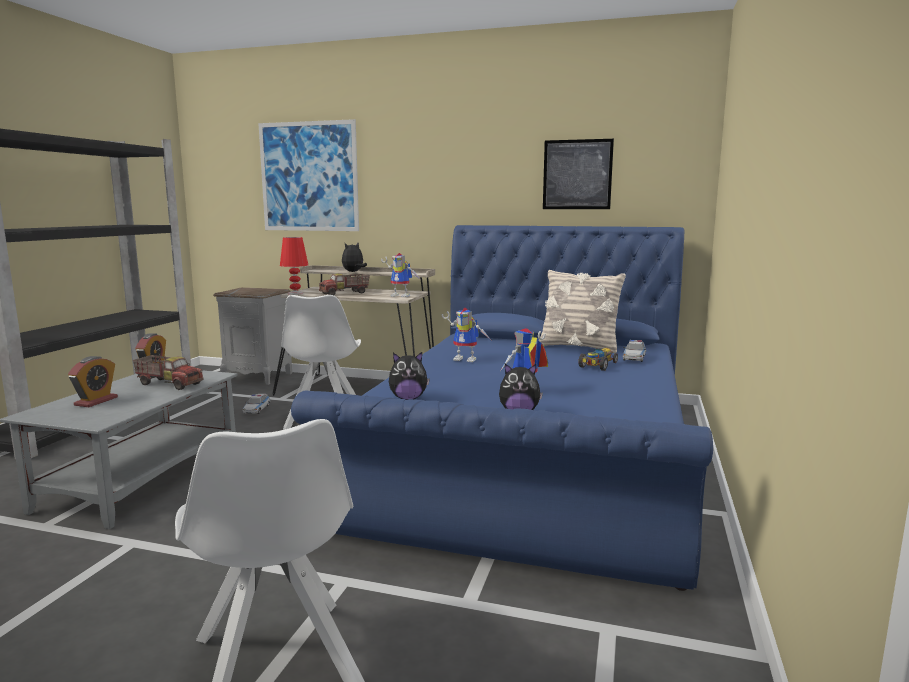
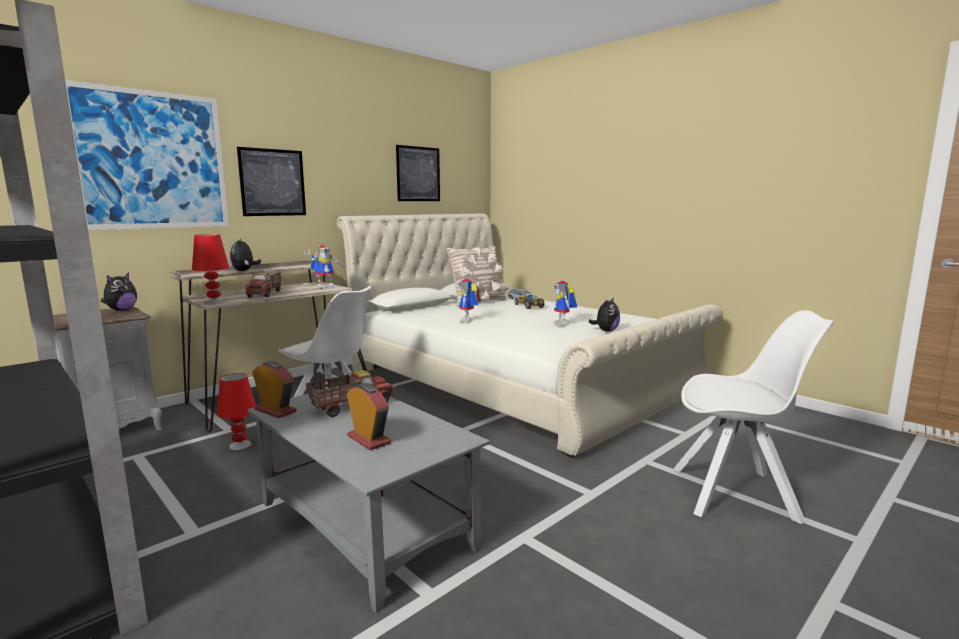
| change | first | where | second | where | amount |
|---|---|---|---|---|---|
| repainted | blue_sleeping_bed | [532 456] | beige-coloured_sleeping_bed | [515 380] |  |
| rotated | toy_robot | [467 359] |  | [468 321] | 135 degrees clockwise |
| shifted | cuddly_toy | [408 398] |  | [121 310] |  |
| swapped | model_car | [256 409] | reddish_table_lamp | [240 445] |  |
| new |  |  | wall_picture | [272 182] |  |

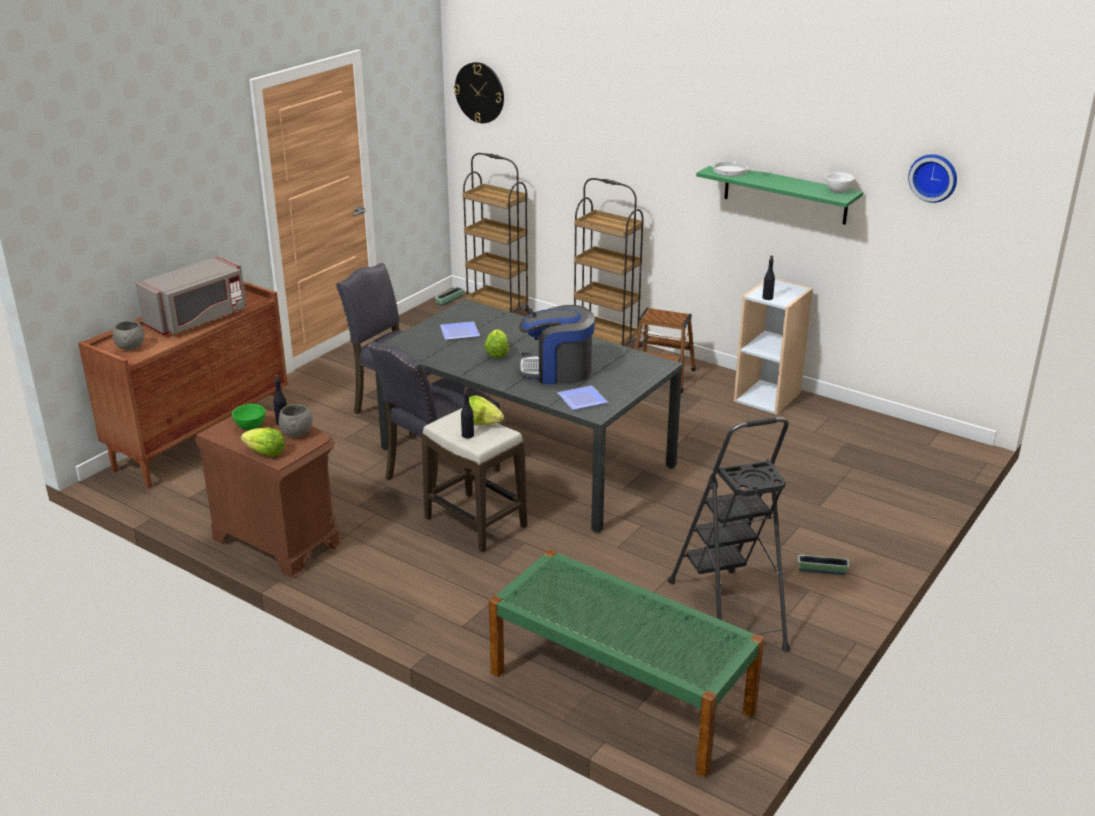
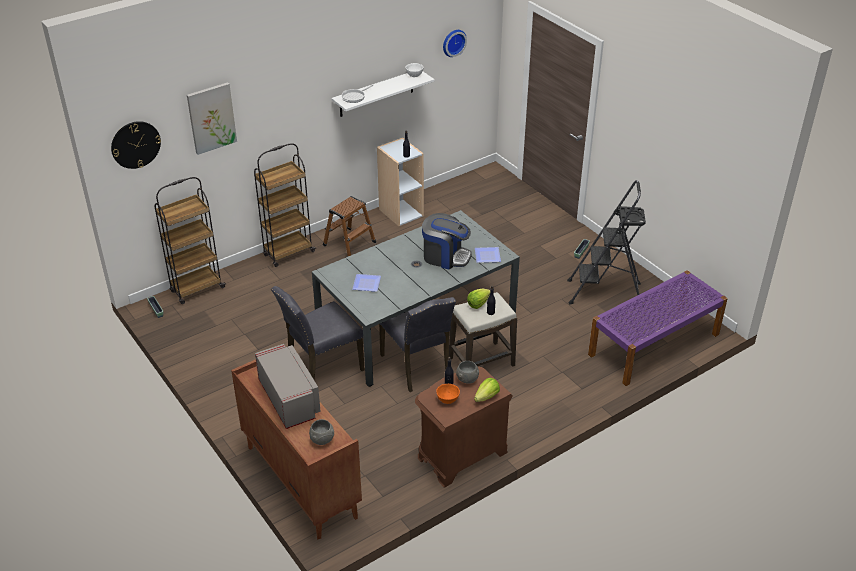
| change | first | where | second | where | amount |
|---|---|---|---|---|---|
| repainted | green_bracket_shelf | [785 193] | white-coloured_bracket_shelf | [376 93] |  |
| rotated | coffee_machine | [557 371] |  | [445 256] | 90 degrees counterclockwise |
| gone | head_of_lettuce | [497 353] |  |  |  |
| repainted | green_deep_dish | [250 427] | orange-coloured_deep_dish | [447 400] |  |
| repainted | green_long_seat | [619 693] | purplish_long_seat | [654 345] |  |
| new |  |  | wall_picture | [211 118] |  |

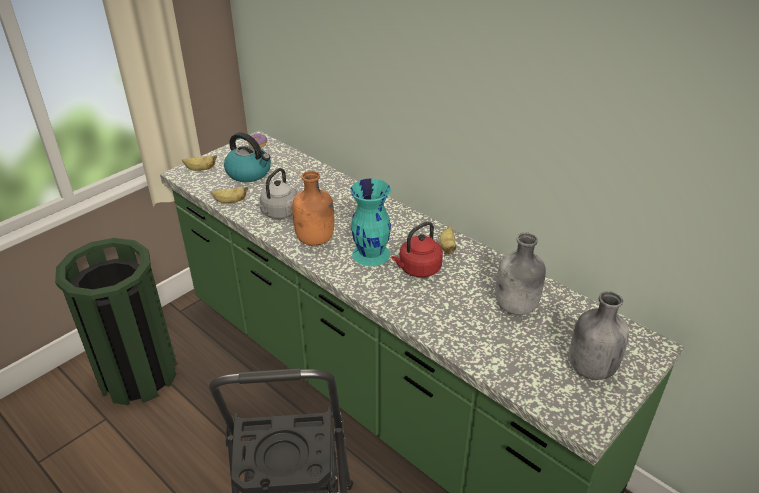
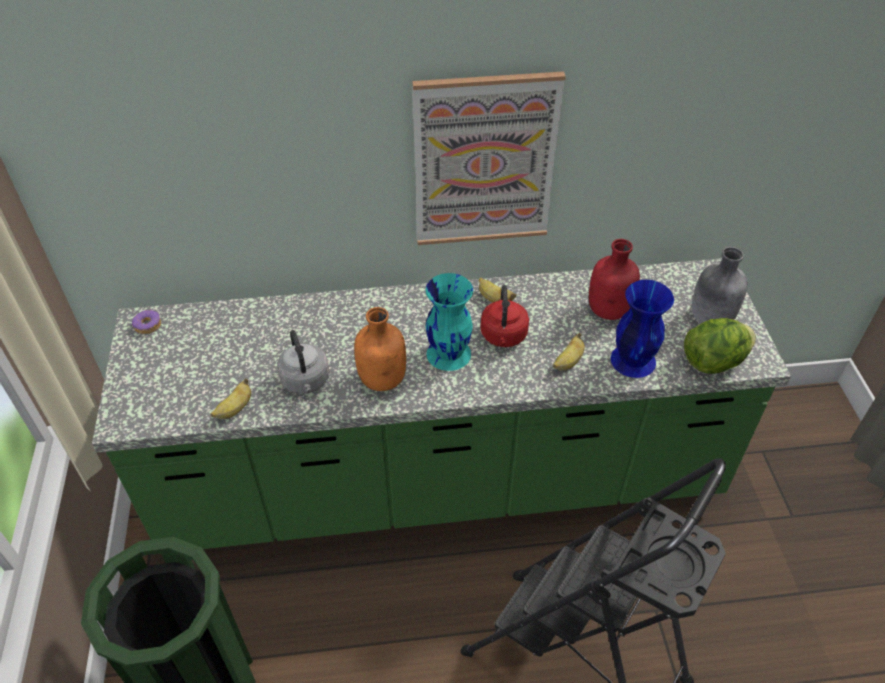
| change | first | where | second | where | amount |
|---|---|---|---|---|---|
| gone | tea_kettle | [249 173] |  |  |  |
| shifted | banana | [200 169] |  | [568 362] |  |
| repainted | grey_bottle | [516 307] | reddish_bottle | [609 310] |  |
| new |  |  | wall_picture | [484 162] |  |
| new |  |  | blue_decorative_vase | [632 360] |  |
| new |  |  | head_of_lettuce | [713 361] |  |

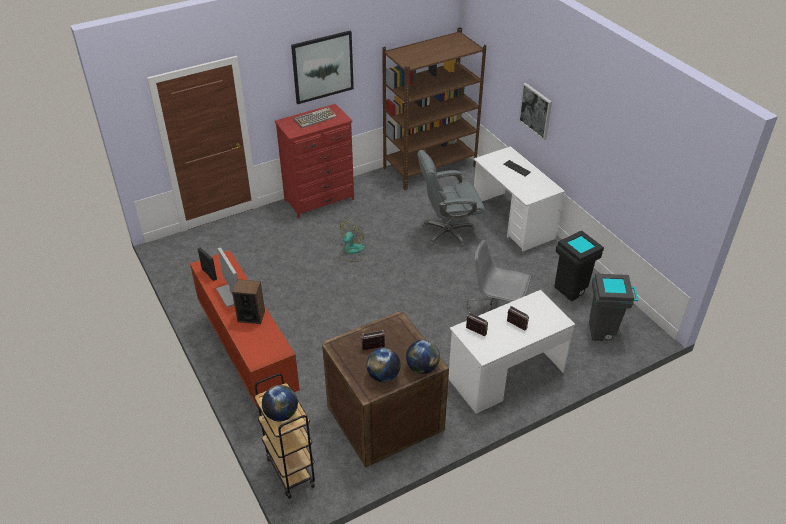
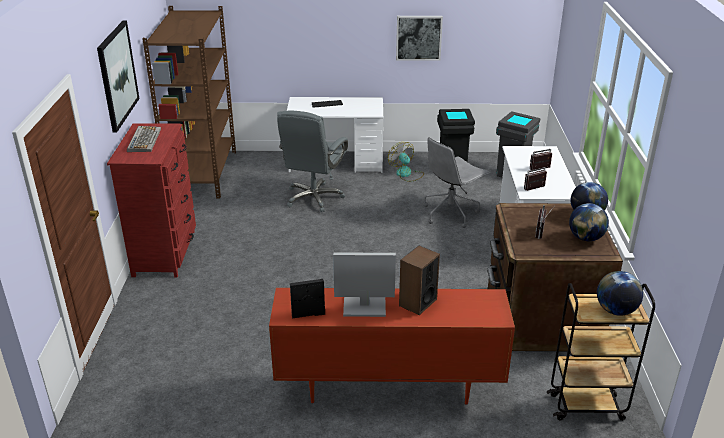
| change | first | where | second | where | amount |
|---|---|---|---|---|---|
| shifted | wall_picture | [536 111] |  | [418 37] |  |
| shifted | cooling_fan | [351 251] |  | [406 174] |  |

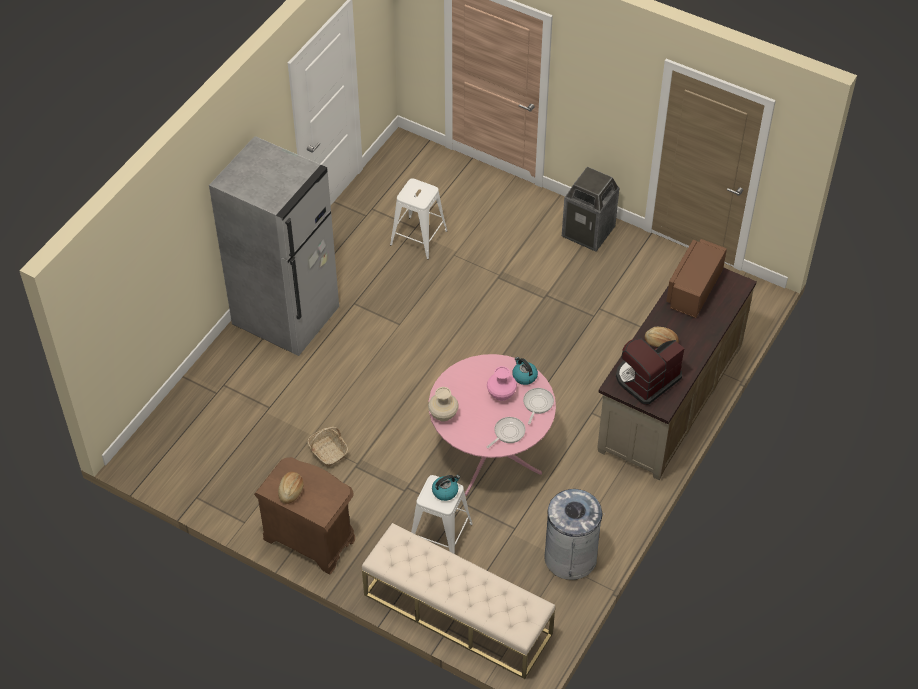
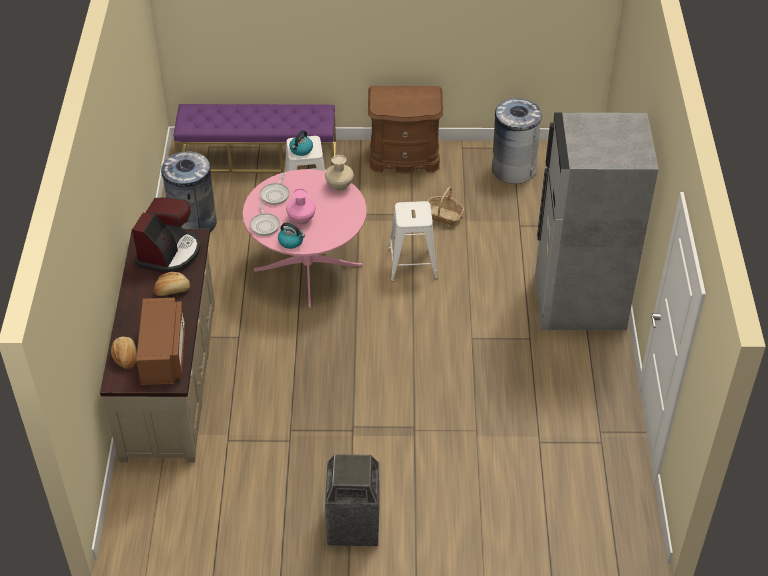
| change | first | where | second | where | amount |
|---|---|---|---|---|---|
| shifted | white-coloured_stool_seat | [418 238] |  | [412 263] |  |
| shifted | baked_bread | [291 491] |  | [126 357] |  |
| repainted | beige-coloured_long_seat | [457 614] | purplish_long_seat | [258 157] |  |
| new |  |  | grey_rubbish_bin | [513 169] |  |

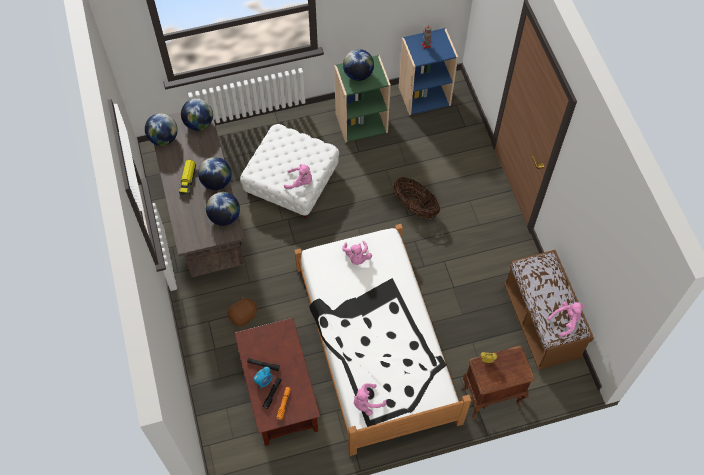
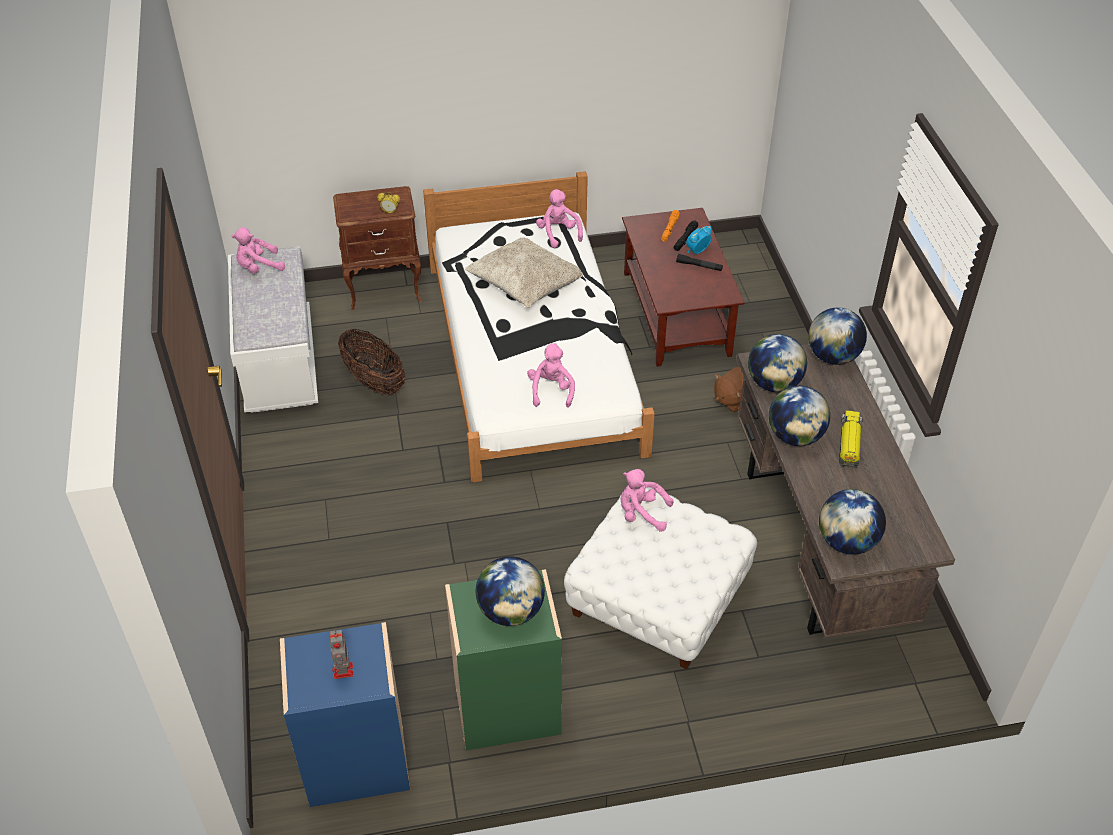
| change | first | where | second | where | amount |
|---|---|---|---|---|---|
| shifted | world_globe | [163 138] |  | [833 356] |  |
| shifted | household_basket | [415 207] |  | [374 381] |  |
| repainted | brown-coloured_long_seat | [541 322] | white-coloured_long_seat | [279 363] |  |
| rotated | pink-coloured_cuddly_toy | [367 403] |  | [558 233] | 90 degrees counterclockwise |
| new |  |  | beige-coloured_cushion | [525 283] |  |

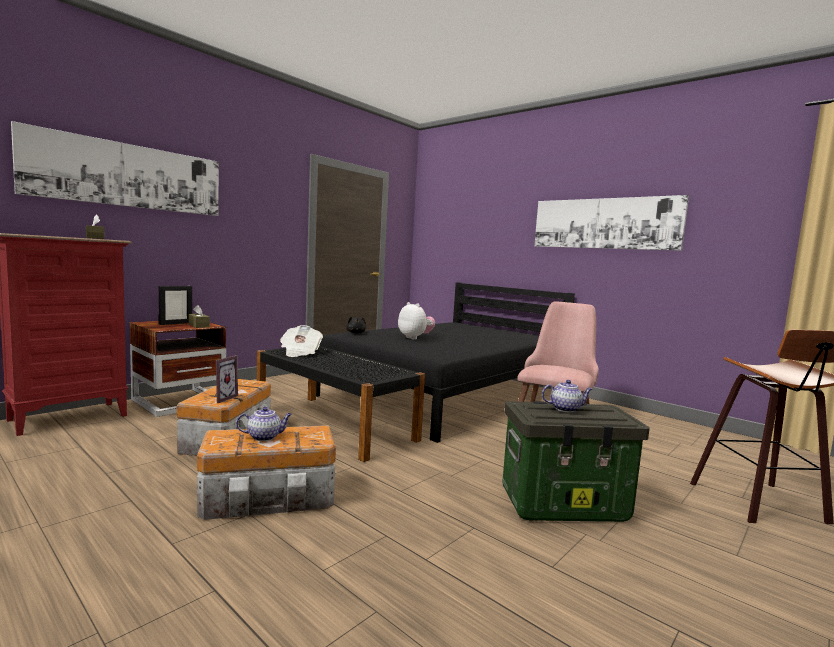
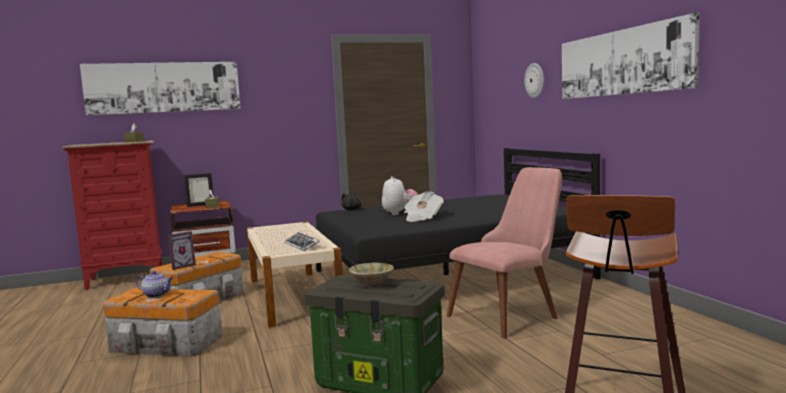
| change | first | where | second | where | amount |
|---|---|---|---|---|---|
| shifted | newspaper | [300 352] |  | [422 218] |  |
| repainted | black-coloured_long_seat | [334 424] | beige-coloured_long_seat | [293 296] |  |
| swapped | pot_for_tea | [565 409] | beige-coloured_deep_dish | [372 283] |  |
| new |  |  | hanging_clock | [535 80] |  |
| new |  |  | PC_keyboard | [302 245] |  |

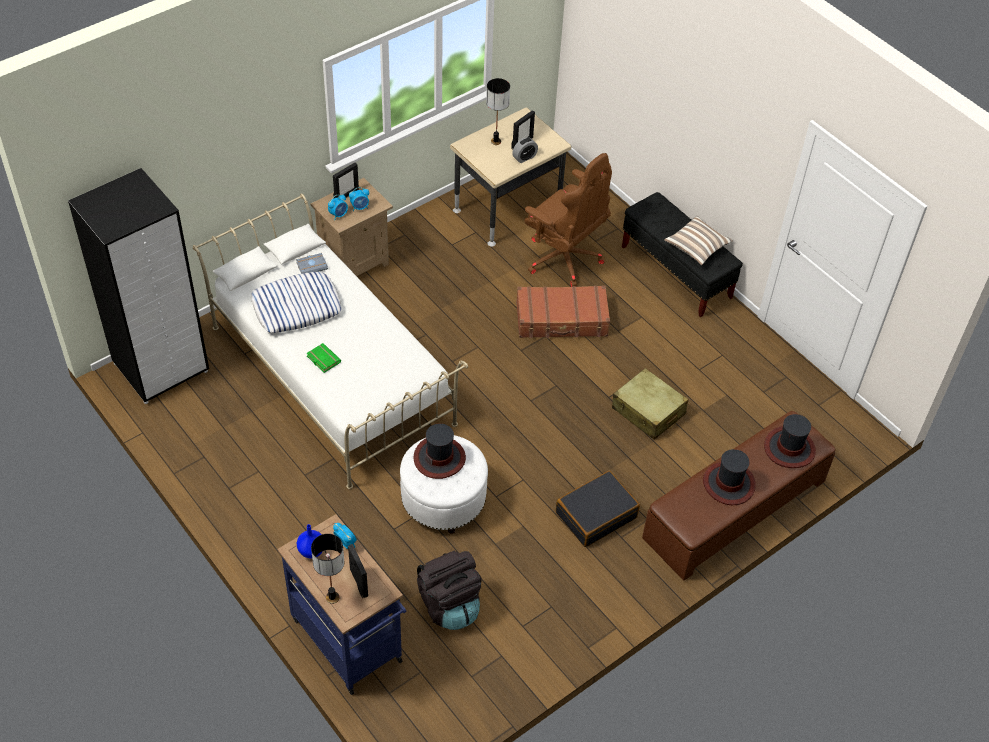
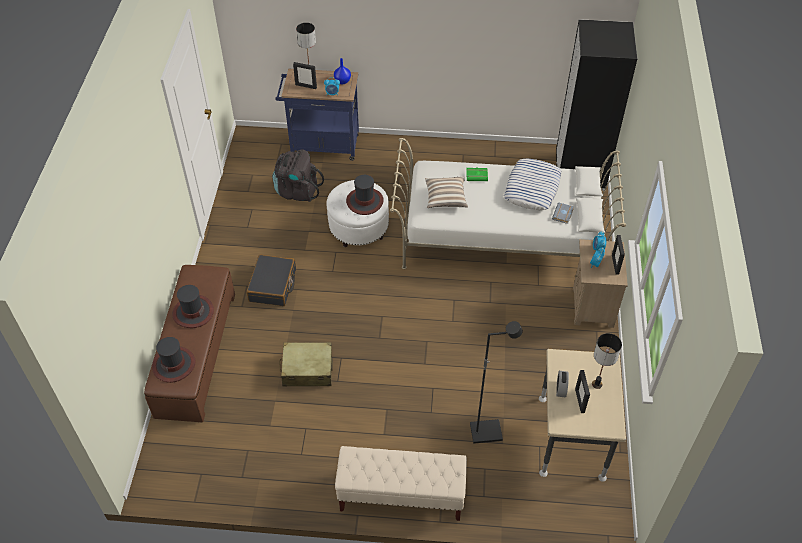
| change | first | where | second | where | amount |
|---|---|---|---|---|---|
| swapped | brown-coloured_office_chair | [562 258] | black-coloured_standing_lamp | [486 431] |  |
| repainted | black-coloured_long_seat | [676 272] | beige-coloured_long_seat | [401 496] |  |
| shifted | cushion | [697 247] |  | [445 198] |  |
| gone | brown-coloured_piece_of_luggage | [562 320] |  |  |  |

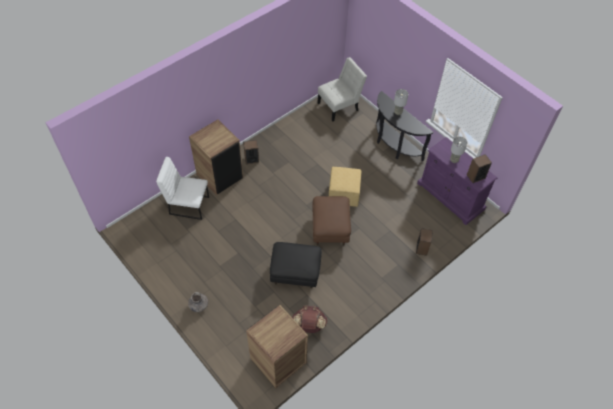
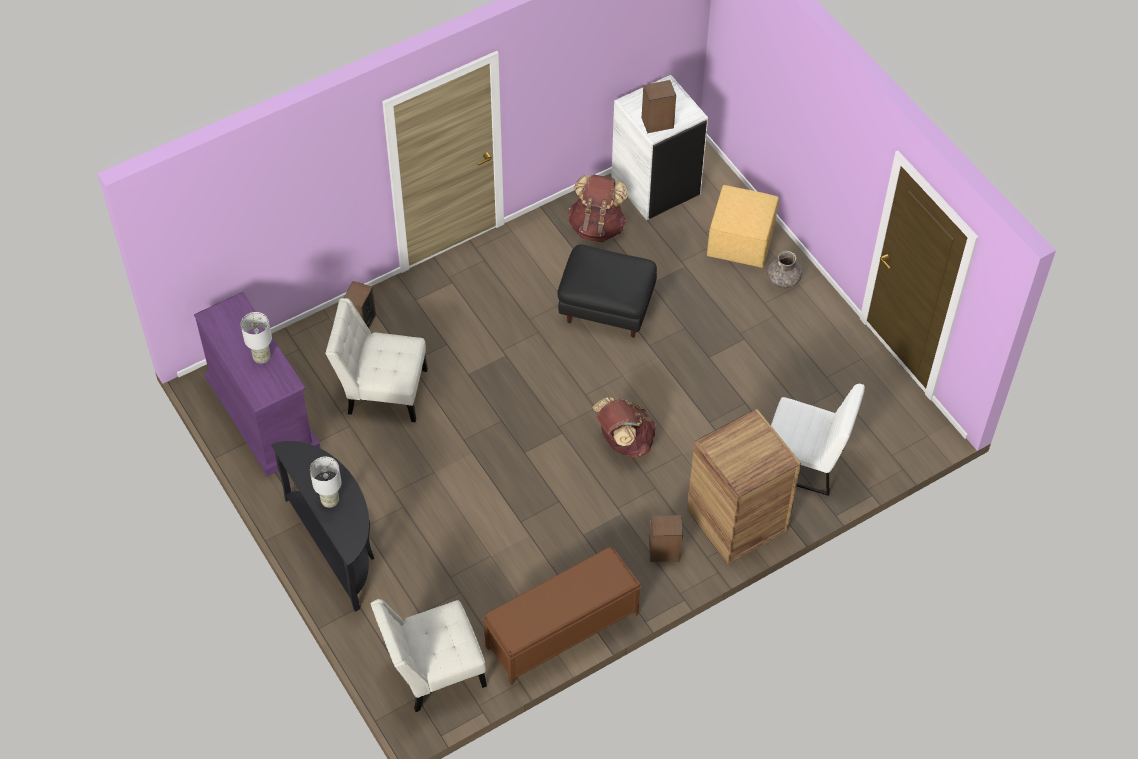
| change | first | where | second | where | amount |
|---|---|---|---|---|---|
| shifted | loudspeaker | [475 176] |  | [657 123] |  |
| shifted | yellowish_ottoman | [343 194] |  | [741 243] |  |
| gone | brown-coloured_ottoman | [330 229] |  |  |  |
| repainted | brown-coloured_cupboard | [278 360] | white-coloured_cupboard | [656 186] |  |
| new |  |  | white-coloured_upright_chair | [382 390] |  |
| new |  |  | brown-coloured_knapsack | [624 441] |  |
| new |  |  | brown-coloured_long_seat | [561 631] |  |

